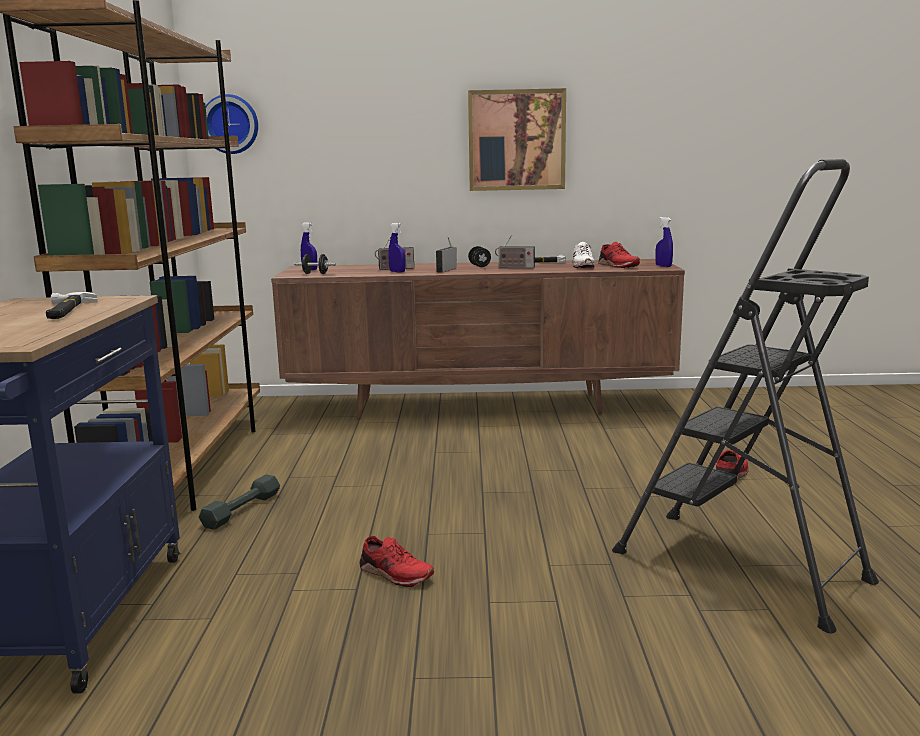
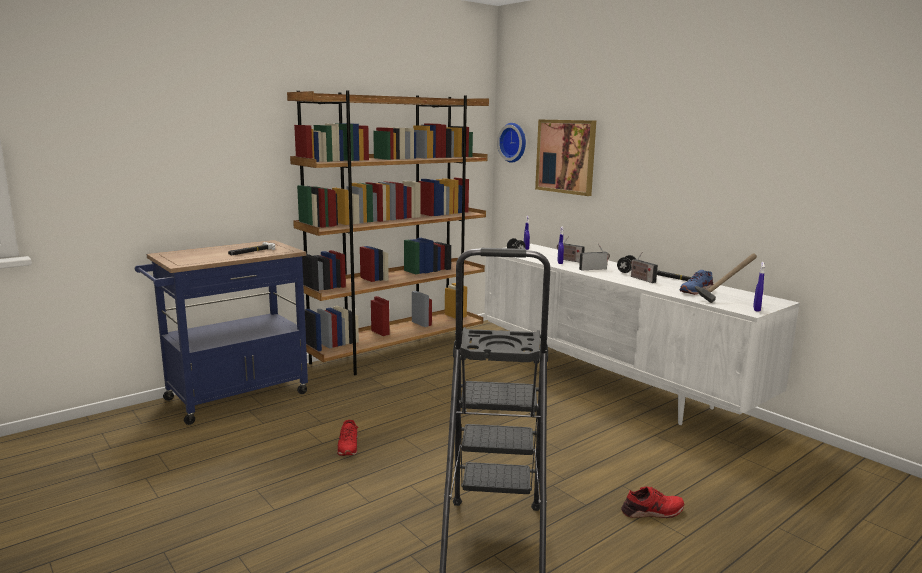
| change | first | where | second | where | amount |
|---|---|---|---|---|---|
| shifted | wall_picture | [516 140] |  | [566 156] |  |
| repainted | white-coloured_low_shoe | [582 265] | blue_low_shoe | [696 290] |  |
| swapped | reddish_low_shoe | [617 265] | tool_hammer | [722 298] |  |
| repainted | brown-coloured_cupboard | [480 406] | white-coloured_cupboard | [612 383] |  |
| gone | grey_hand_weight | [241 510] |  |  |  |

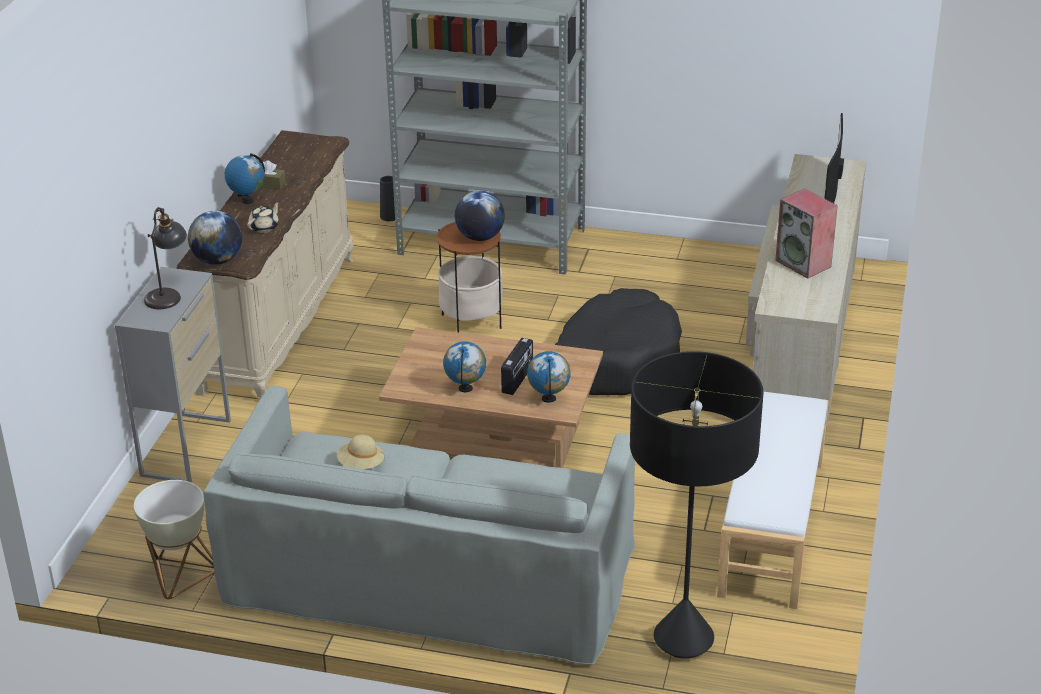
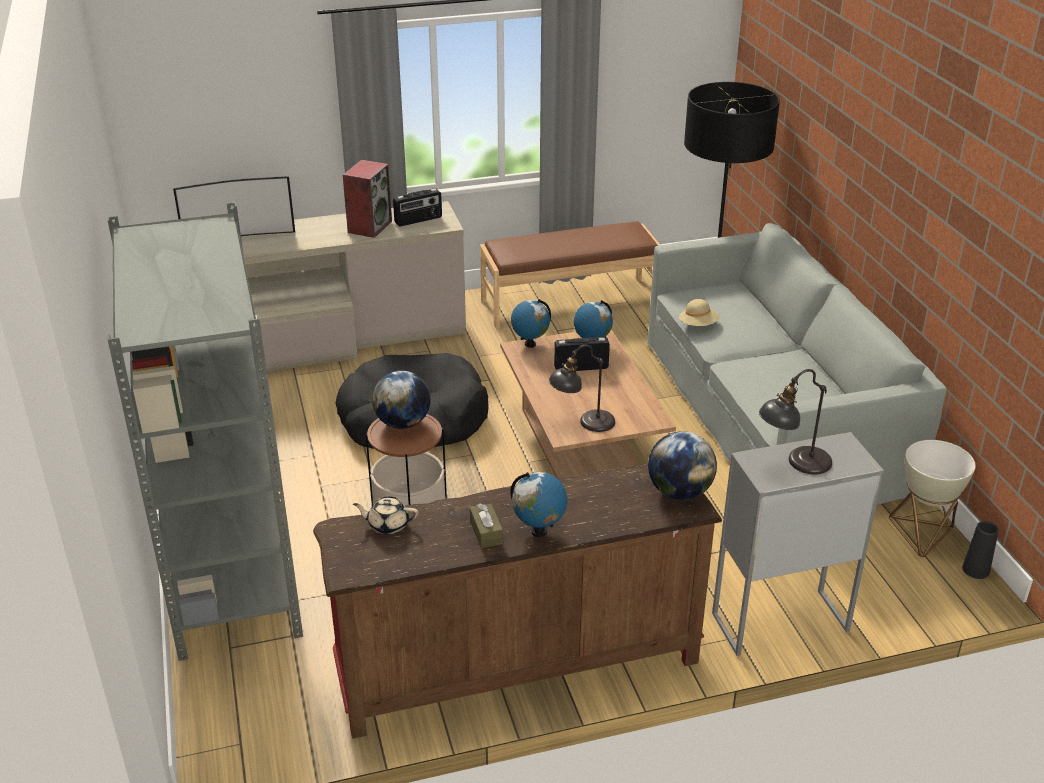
| change | first | where | second | where | amount |
|---|---|---|---|---|---|
| repainted | beige-coloured_cupboard | [282 323] | reddish_cupboard | [517 664] |  |
| shifted | black-coloured_decorative_vase | [389 216] |  | [975 570] |  |
| shifted | beige-coloured_pot_for_tea | [264 227] |  | [387 524] |  |
| shifted | world_globe | [465 389] |  | [530 344] |  |
| repainted | white-coloured_long_seat | [773 528] | brown-coloured_long_seat | [569 301] |  |
| shifted | beige-coloured_clothing_hat | [361 465] |  | [698 325] |  |
| new |  |  | radio_receiver | [418 220] |  |
| new |  |  | grey_table_lamp | [582 423] |  |

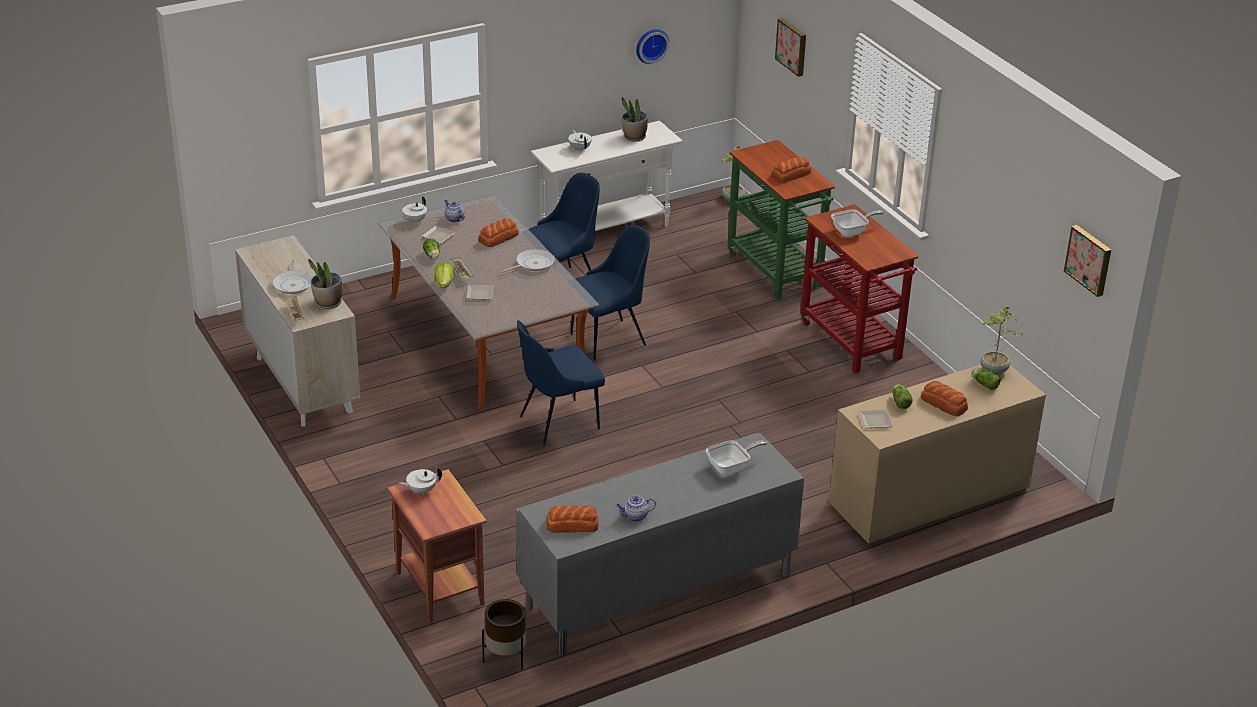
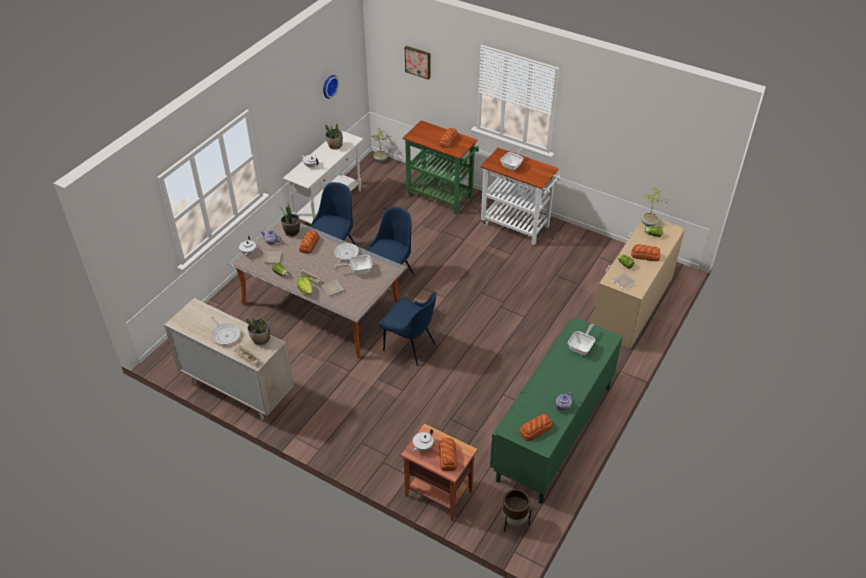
| change | first | where | second | where | amount |
|---|---|---|---|---|---|
| repainted | reddish_trolley | [851 341] | white-coloured_trolley | [516 225] |  |
| gone | wall_picture | [1089 260] |  |  |  |
| rotated | blue_upright_chair | [559 423] |  | [410 347] | 90 degrees counterclockwise |
| repainted | grey_cupboard | [657 588] | green_cupboard | [552 431] |  |
| new |  |  | potted_plant | [291 232] |  |
| new |  |  | skillet | [358 270] |  |
| new |  |  | baked_bread | [448 456] |  |

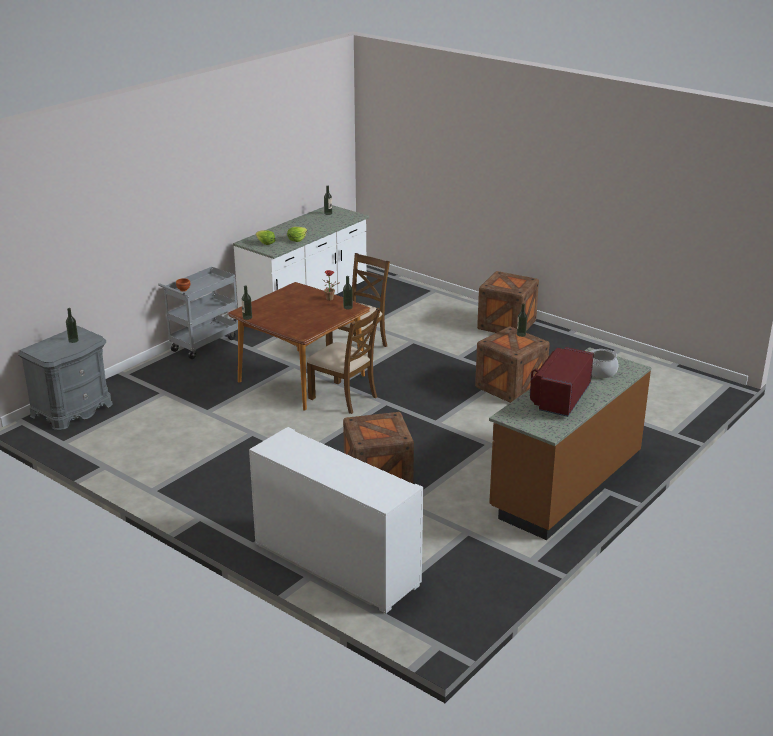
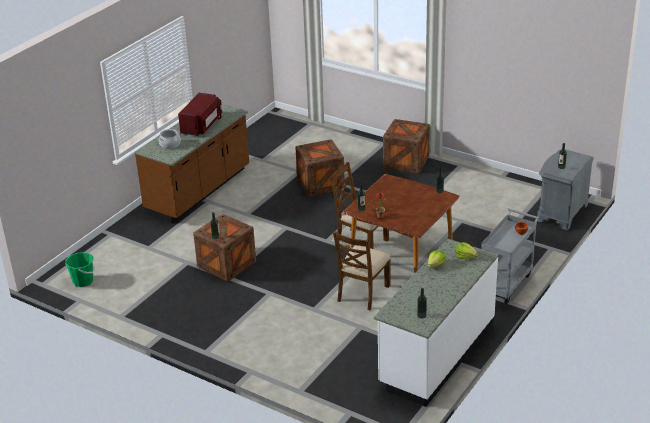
| change | first | where | second | where | amount |
|---|---|---|---|---|---|
| shifted | packing_crate | [506 325] |  | [406 162] |  |
| gone | white-coloured_cupboard | [336 563] |  |  |  |
| new |  |  | green_pail | [83 281] |  |

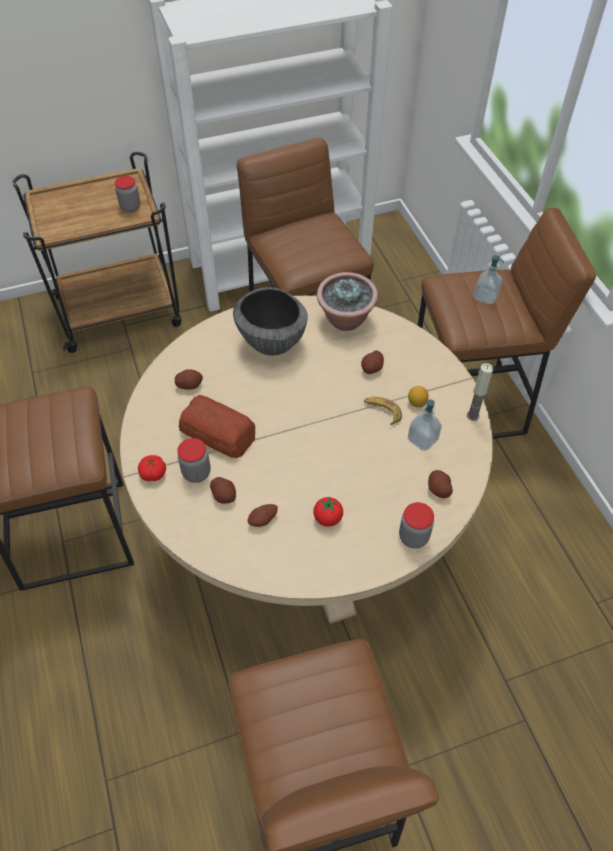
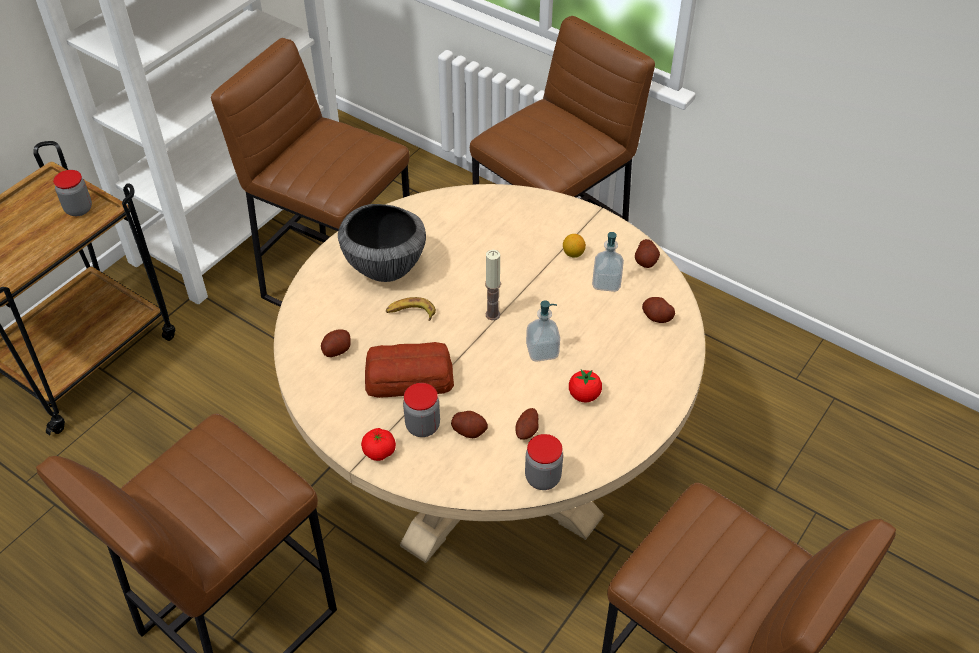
| change | first | where | second | where | amount |
|---|---|---|---|---|---|
| shifted | liquid_soap_bottle | [485 297] |  | [542 351] |  |
| gone | potted_plant | [346 320] |  |  |  |
| shifted | potato | [372 368] |  | [646 261] |  |
| shifted | wax_light | [473 415] |  | [492 314] |  |
| shifted | banana | [382 411] |  | [411 313] |  |
| shifted | storage_jar | [413 537] |  | [542 478] |  |

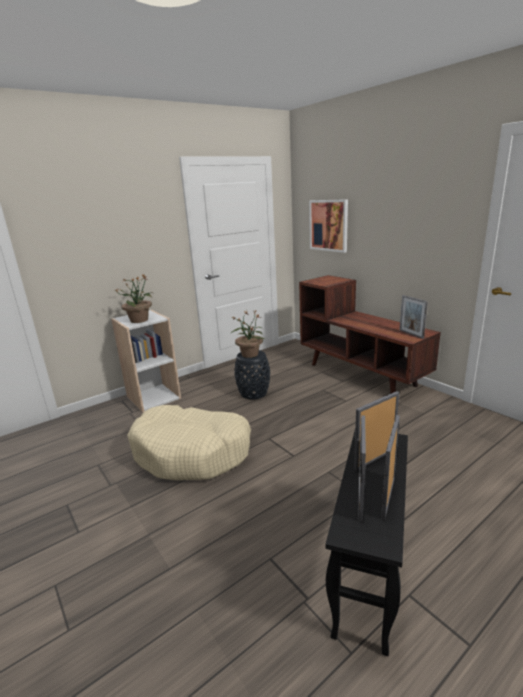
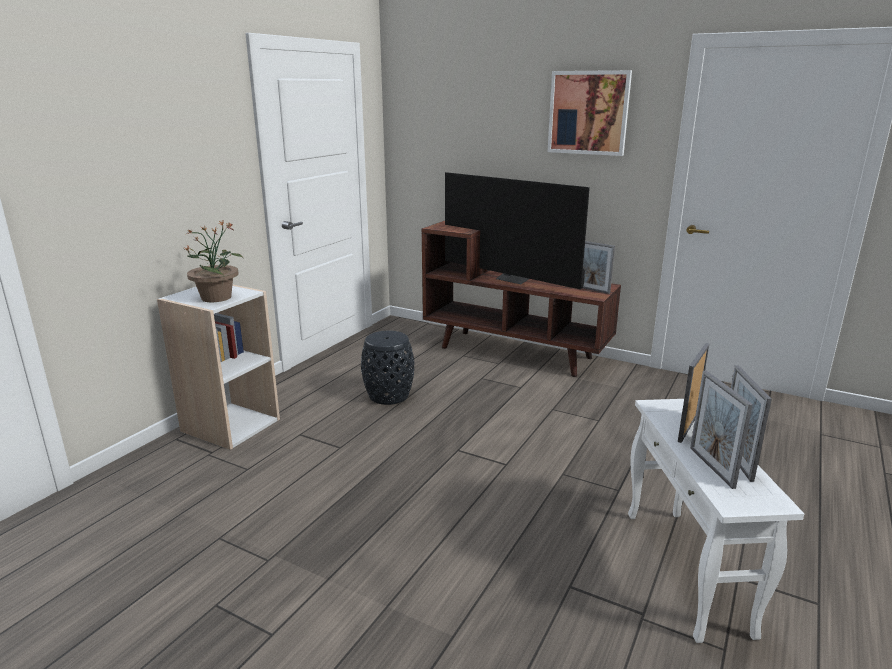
| change | first | where | second | where | amount |
|---|---|---|---|---|---|
| shifted | wall_picture | [328 225] |  | [588 113] |  |
| gone | potted_plant | [249 354] |  |  |  |
| gone | beige-coloured_dog_cushion | [192 452] |  |  |  |
| repainted | black-coloured_accent_table | [368 574] | white-coloured_accent_table | [685 570] |  |
| new |  |  | television | [514 279] |  |

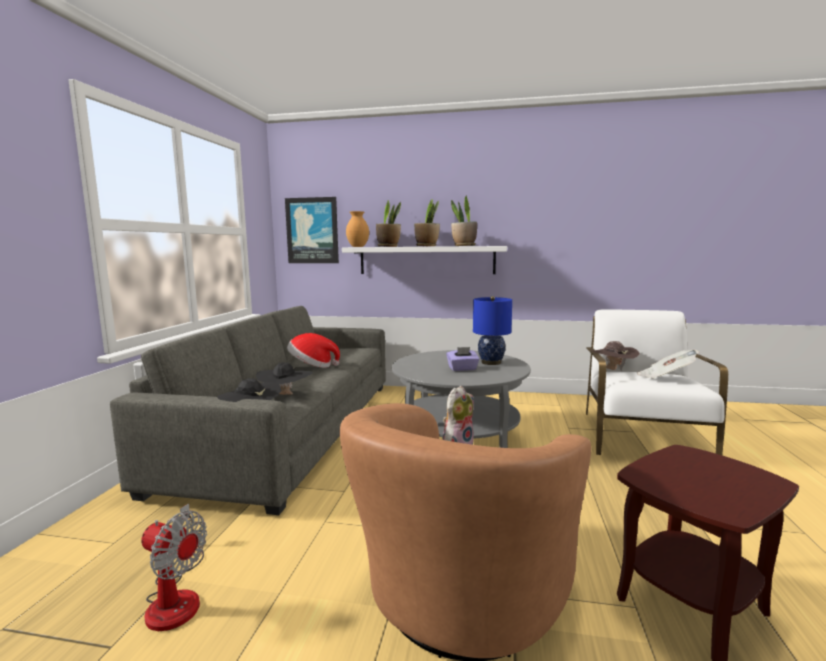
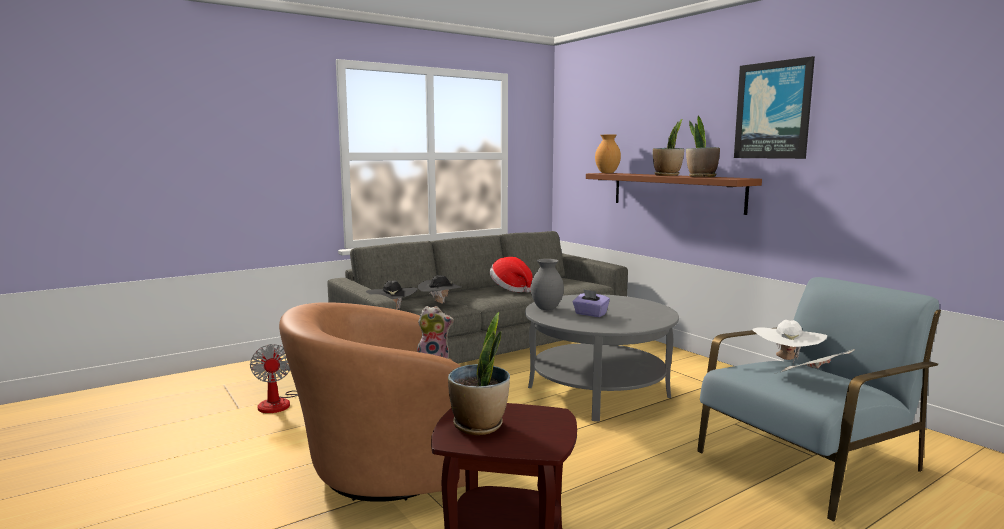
| change | first | where | second | where | amount |
|---|---|---|---|---|---|
| shifted | wall_picture | [312 230] |  | [773 110] |  |
| shifted | potted_plant | [388 246] |  | [479 426] |  |
| repainted | white-coloured_bracket_shelf | [426 260] | brown-coloured_bracket_shelf | [675 191] |  |
| gone | blue_table_lamp | [491 362] |  |  |  |
| repainted | white-coloured_armchair | [643 438] | blue_armchair | [808 464] |  |
| repainted | brown-coloured_clothing_hat | [613 370] | white-coloured_clothing_hat | [786 360] |  |
| new |  |  | grey_decorative_vase | [547 309] |  |

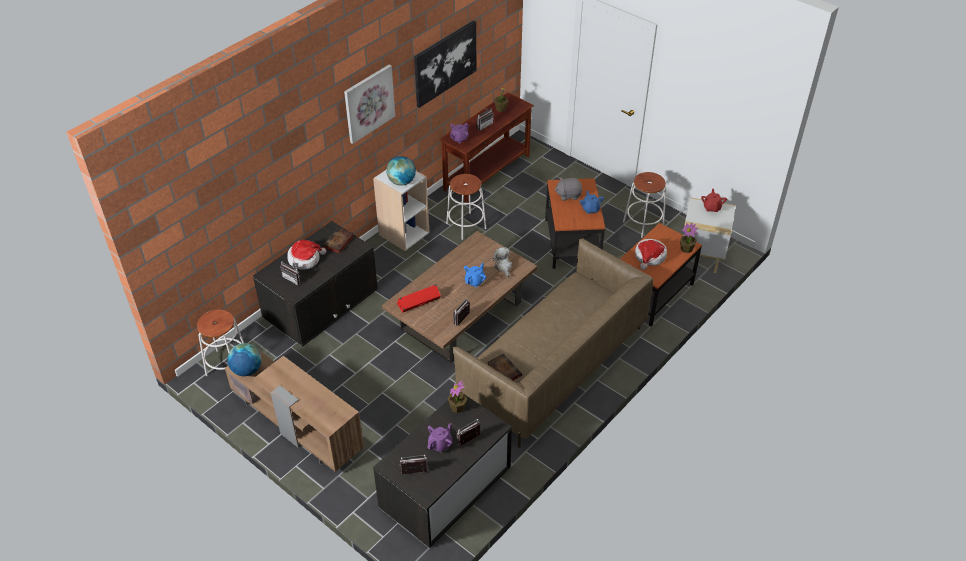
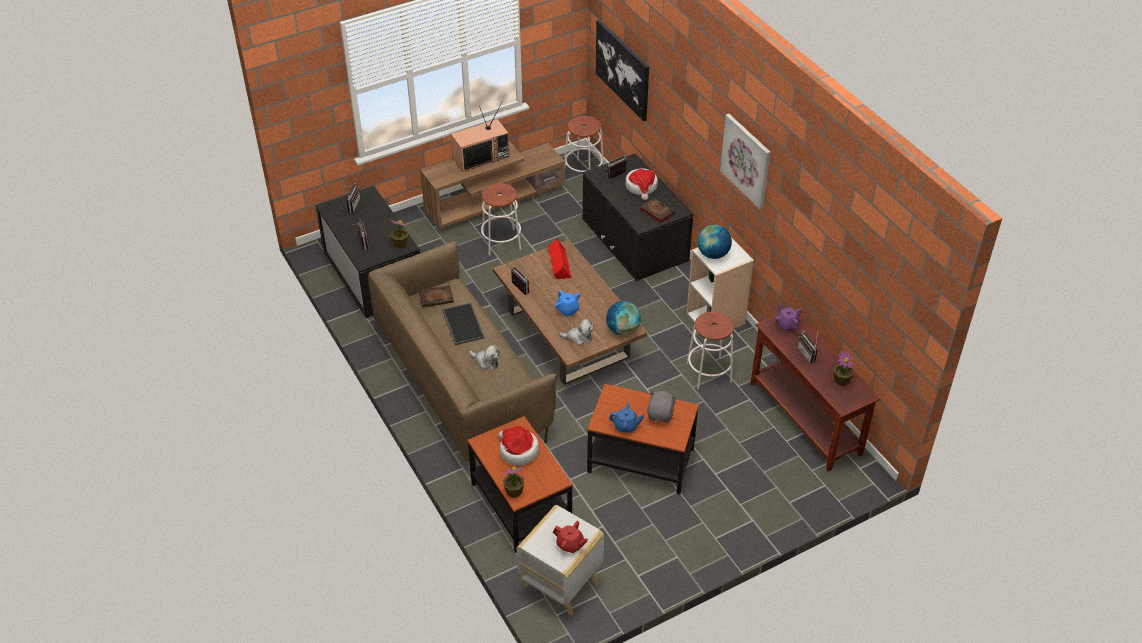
| change | first | where | second | where | amount |
|---|---|---|---|---|---|
| shifted | wall_picture | [445 63] |  | [623 69] |  |
| shifted | white-coloured_stool_seat | [643 224] |  | [501 242] |  |
| shifted | world_globe | [247 370] |  | [623 330] |  |
| gone | purplish_pot_for_tea | [440 444] |  |  |  |
| new |  |  | television | [481 156] |  |
| new |  |  | carrying_tray | [462 324] |  |
| new |  |  | cuddly_toy | [486 361] |  |

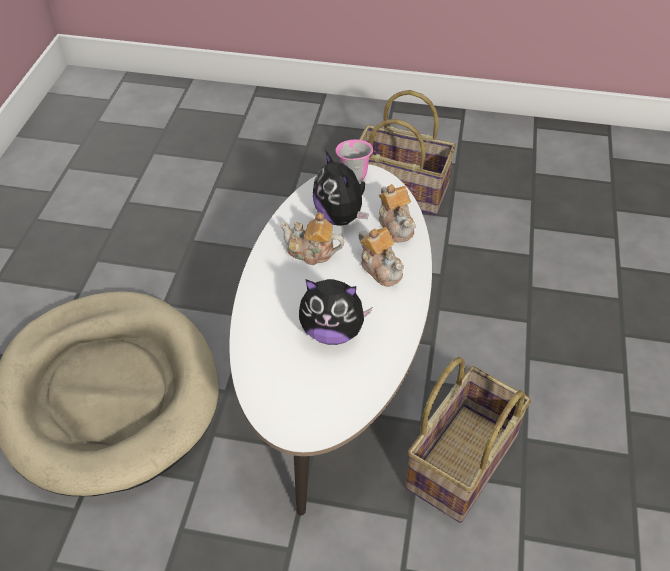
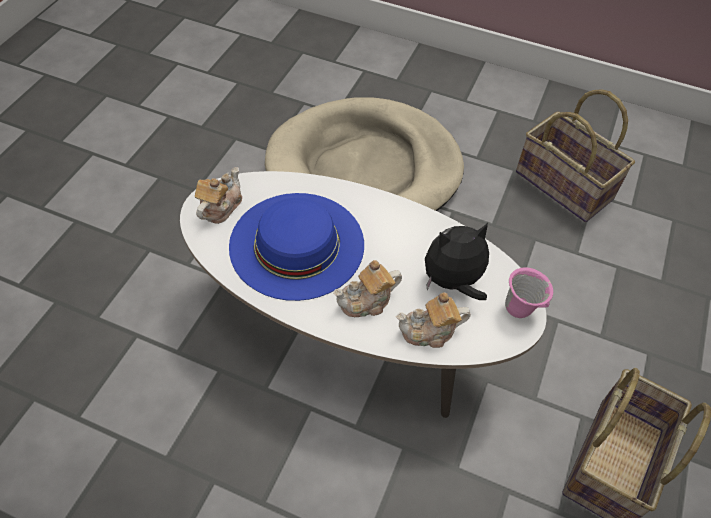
| change | first | where | second | where | amount |
|---|---|---|---|---|---|
| shifted | pot_for_tea | [311 252] |  | [220 207] |  |
| swapped | cuddly_toy | [332 332] | blue_clothing_hat | [296 244] |  |
| shifted | household_basket | [460 460] |  | [565 185] |  |

